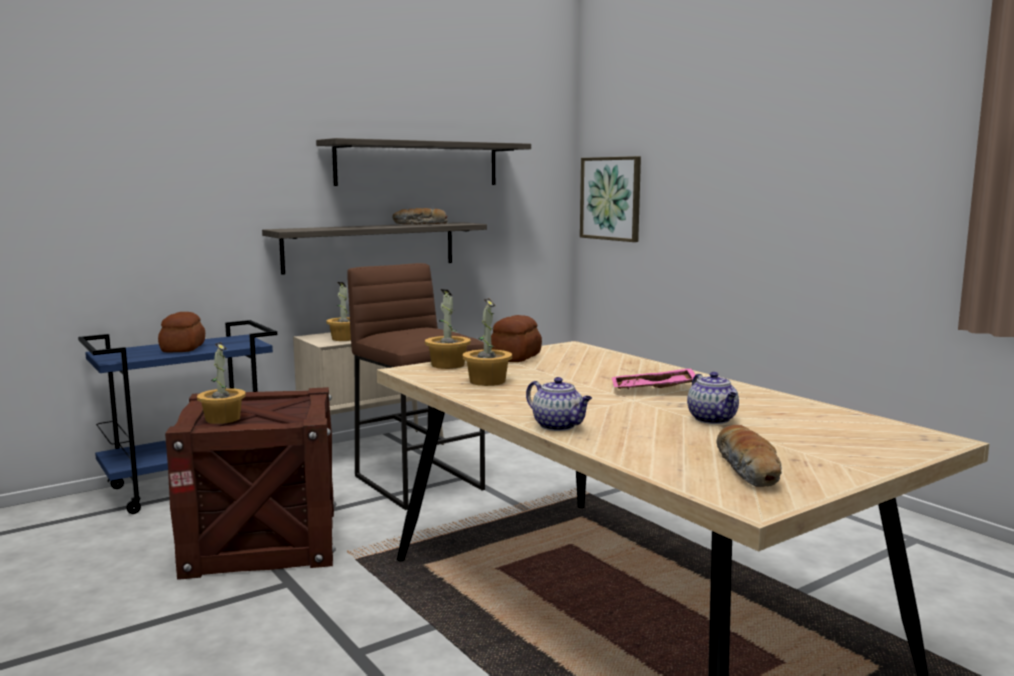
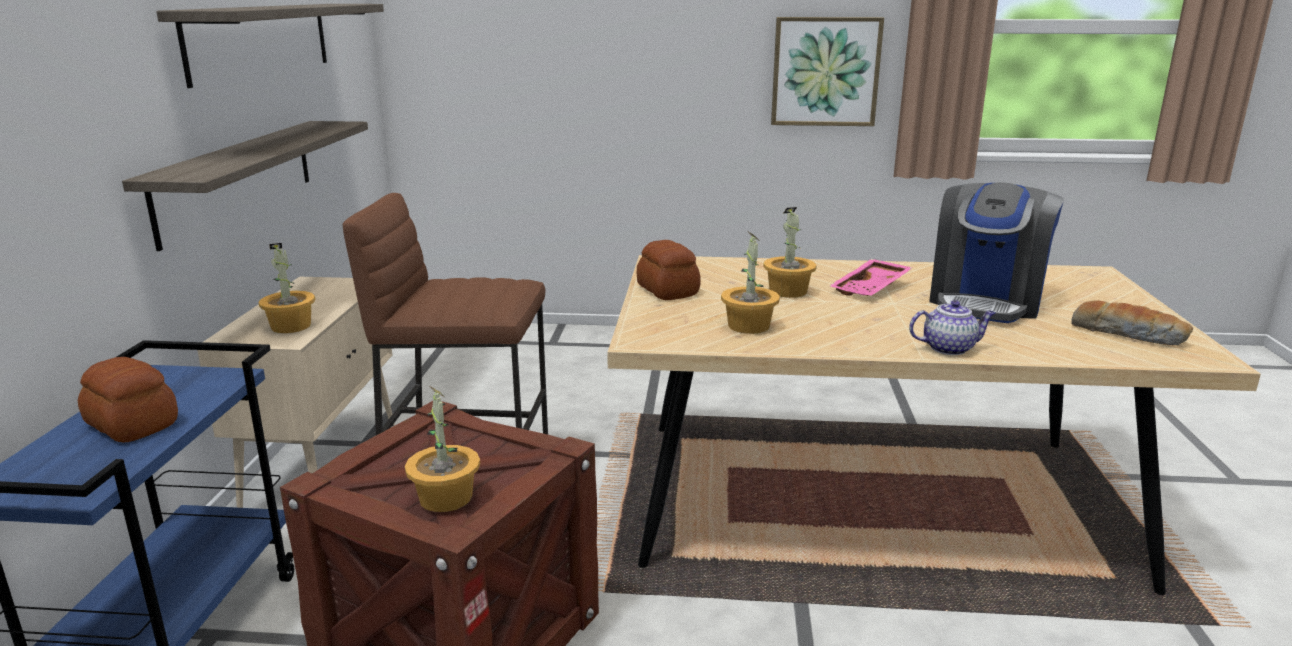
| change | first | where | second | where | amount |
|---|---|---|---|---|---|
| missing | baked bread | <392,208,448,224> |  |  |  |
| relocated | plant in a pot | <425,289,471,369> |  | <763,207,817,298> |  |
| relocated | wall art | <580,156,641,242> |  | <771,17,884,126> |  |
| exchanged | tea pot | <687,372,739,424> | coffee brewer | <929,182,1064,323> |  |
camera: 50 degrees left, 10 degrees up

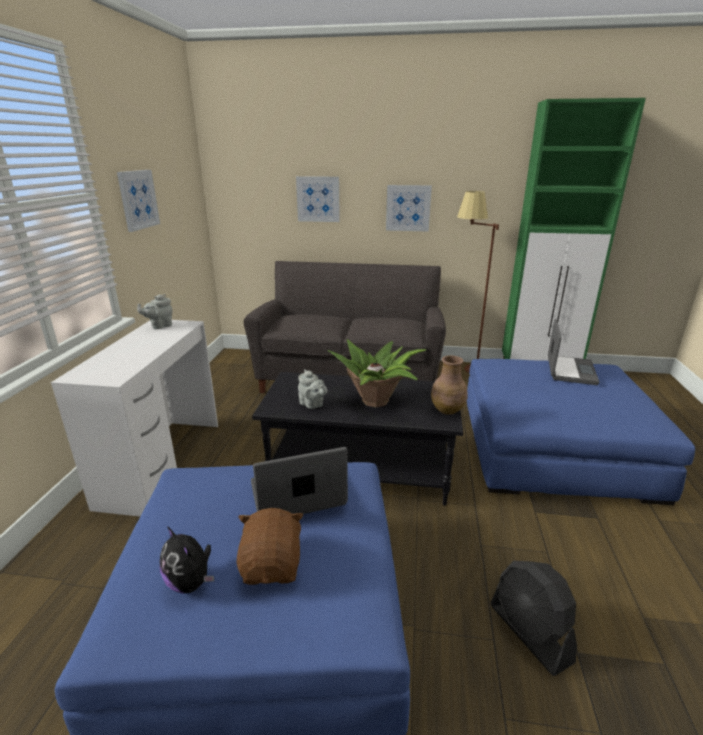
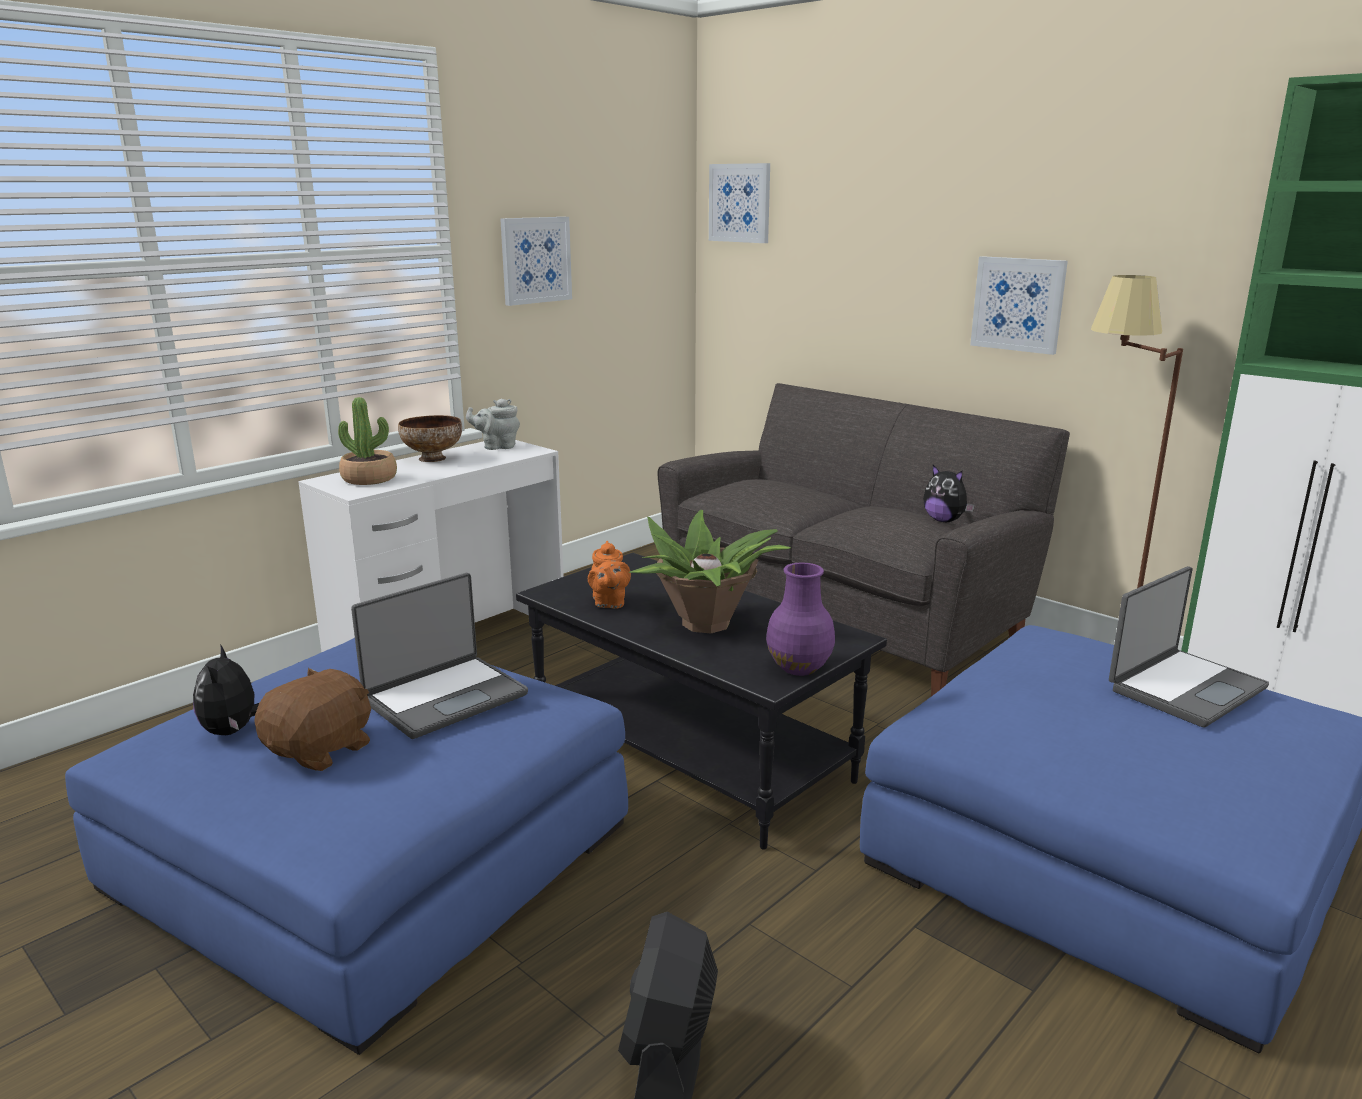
| change | first | where | second | where | amount |
|---|---|---|---|---|---|
| appeared |  |  | plant in a pot | <338,397,397,485> |  |
| appeared |  |  | serving bowl | <398,415,462,462> |  |
| appeared |  |  | plush toy | <923,465,975,522> |  |
| relocated | wall art | <296,176,340,222> |  | <709,163,770,243> |  |
| colour | gray tea pot | <298,369,327,409> | orangey tea pot | <588,541,631,609> |  |
| colour | brown decorative vase | <431,356,467,415> | purple decorative vase | <766,563,835,676> |  |
| spun | laptop | <251,447,348,514> |  | <351,573,528,739> | 120 degrees clockwise |
camera: 35 degrees right, 5 degrees down

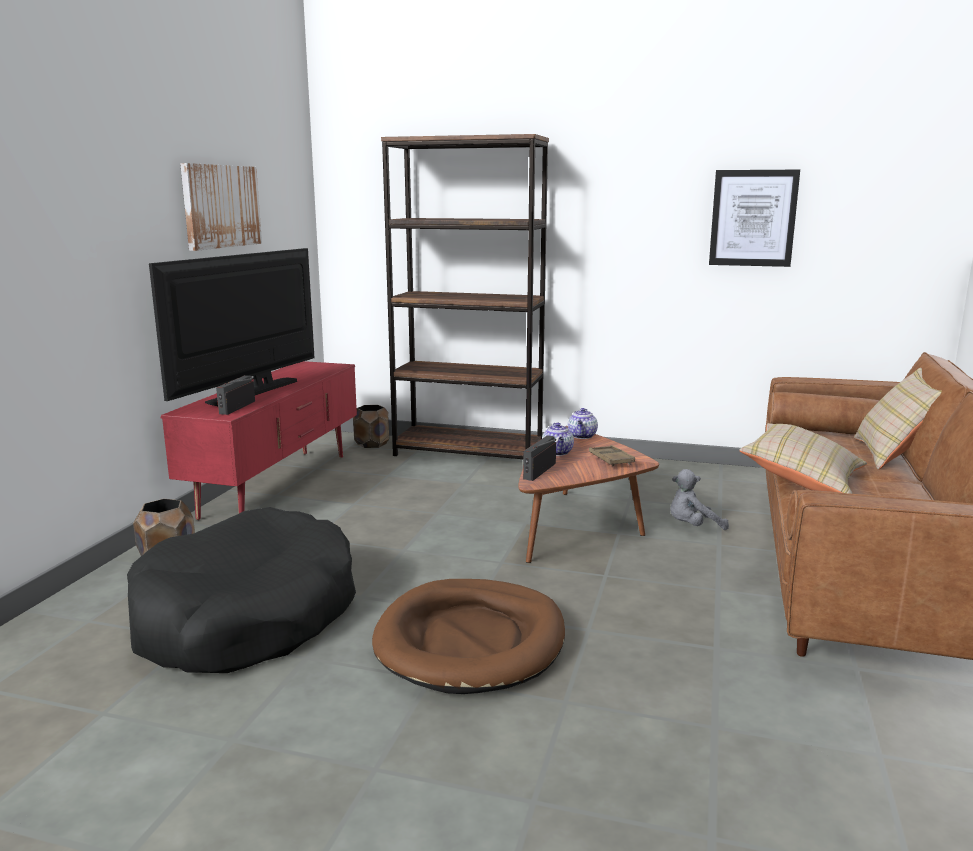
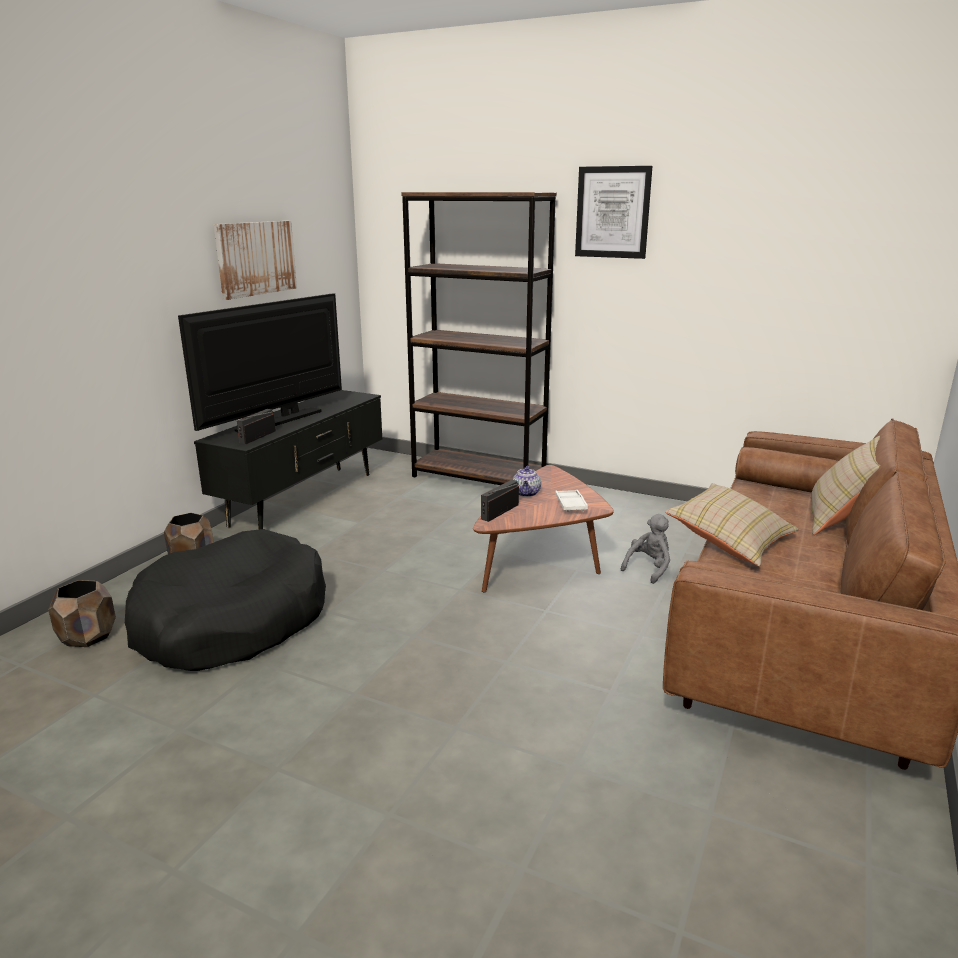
| change | first | where | second | where | amount |
|---|---|---|---|---|---|
| missing | brown dog cushion | <372,579,565,694> |  |  |  |
| missing | tea pot | <568,408,598,439> |  |  |  |
| relocated | brown plant pot | <353,405,389,448> |  | <48,580,116,647> |  |
| relocated | wall art | <709,170,800,267> |  | <575,166,652,259> |  |
| colour | reddish tv stand | <160,361,357,520> | blackish tv stand | <194,390,382,530> |  |
| colour | brown carrying tray | <589,445,635,466> | whitish carrying tray | <555,490,588,512> |  |
| spun | gray plush toy | <670,469,729,530> |  | <621,514,670,584> | 135 degrees clockwise |
camera: 10 degrees right, 5 degrees up

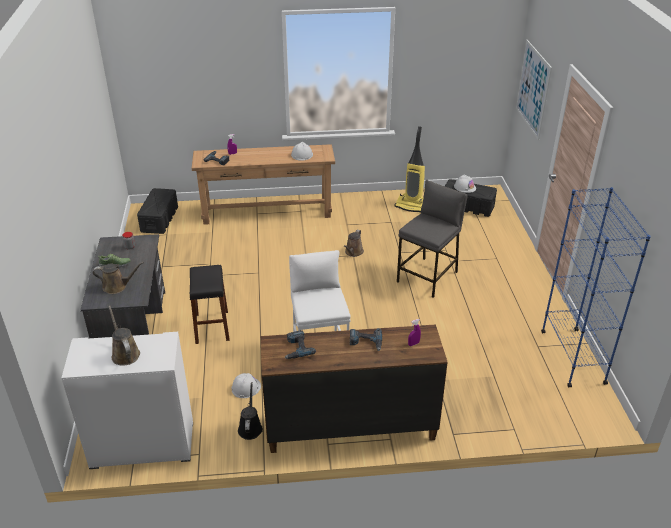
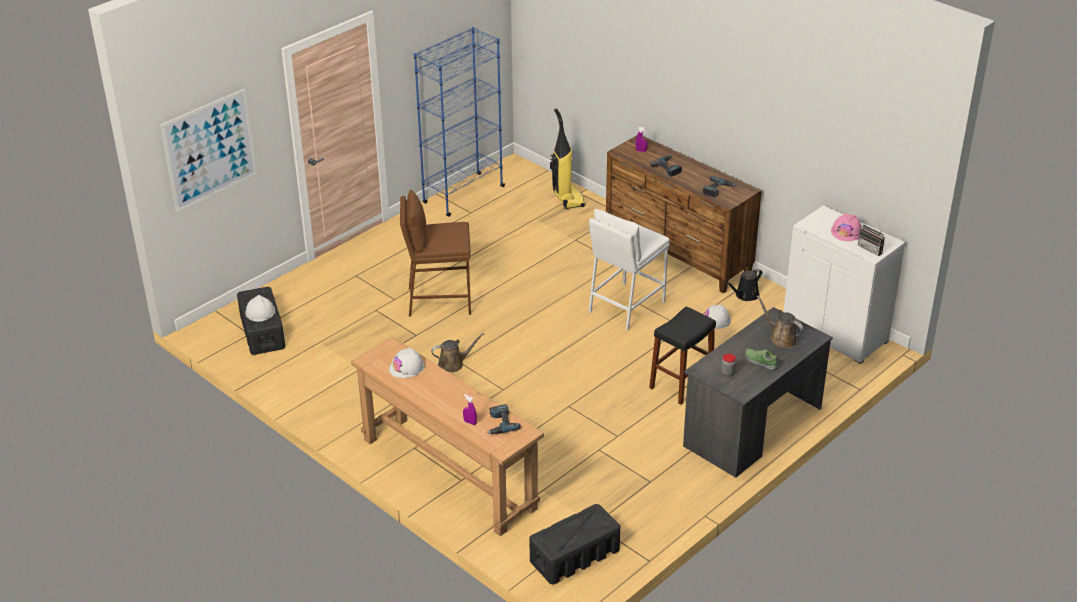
| change | first | where | second | where | amount |
|---|---|---|---|---|---|
| appeared |  |  | radio receiver | <858,221,885,256> |  |
| relocated | hoover | <395,126,425,212> |  | <550,108,585,209> |  |
| exchanged | brown sprinkling can | <108,306,140,366> | pink hard hat | <831,214,862,241> |  |
| colour | gray stool | <397,180,468,298> | brown stool | <400,190,471,317> |  |
camera: 130 degrees left, 0 degrees up

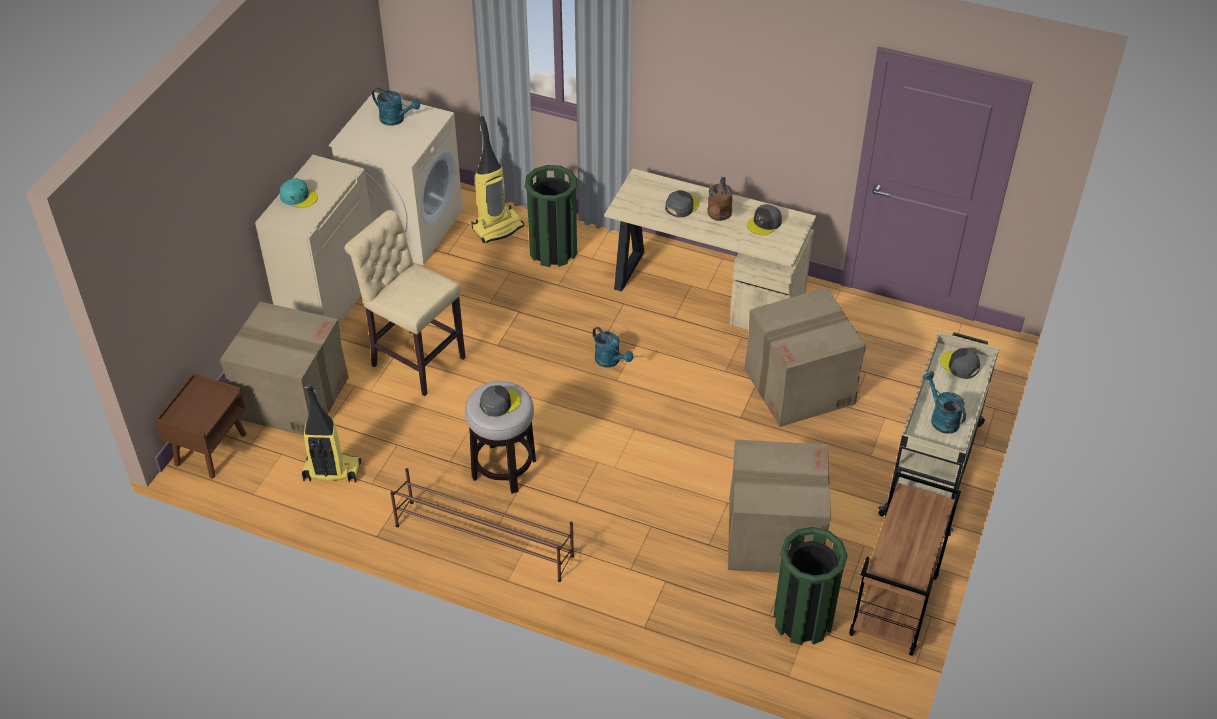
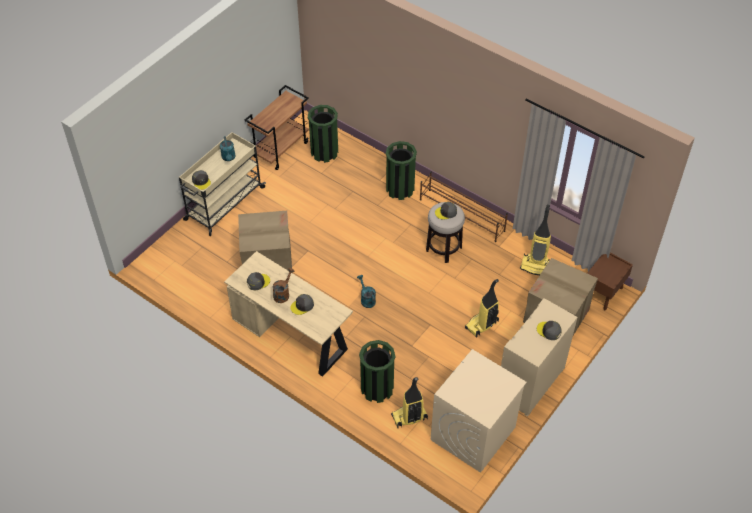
| change | first | where | second | where | amount |
|---|---|---|---|---|---|
| missing | turquoise-coloured sprinkling can | <372,87,420,126> |  |  |  |
| missing | carton | <728,440,831,573> |  |  |  |
| appeared |  |  | green-coloured trash can | <386,141,417,200> |  |
| exchanged | sand-coloured stool | <344,210,466,396> | hoover | <465,279,499,337> |  |
| colour | turquoise-coloured cap | <280,178,318,208> | gray cap | <537,321,562,340> |  |
camera: 165 degrees left, 5 degrees up

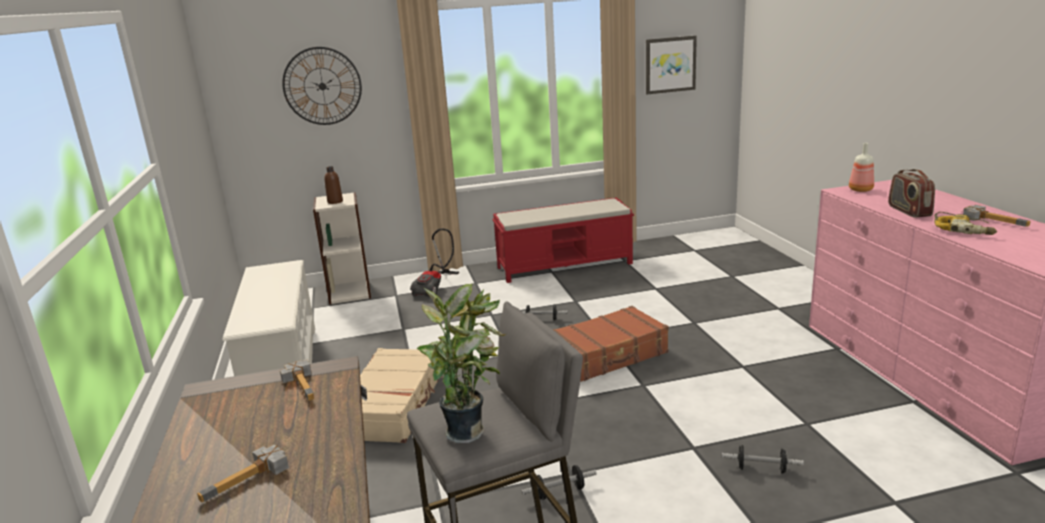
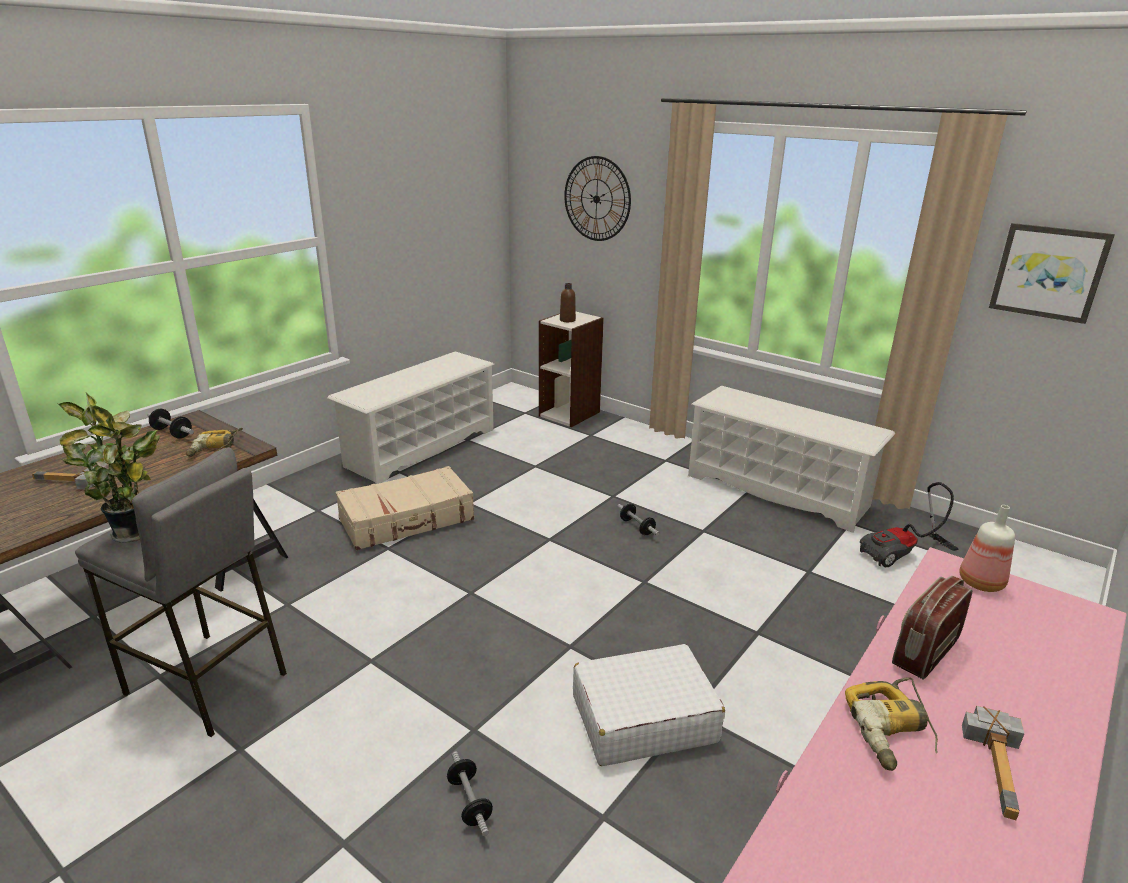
| change | first | where | second | where | amount |
|---|---|---|---|---|---|
| missing | brown suitcase | <553,306,669,382> |  |  |  |
| appeared |  |  | whitish suitcase | <573,644,725,766> |  |
| relocated | hoover | <410,229,459,298> |  | <860,482,959,567> |  |
| relocated | free weight | <521,465,597,500> |  | <147,409,194,439> |  |
| exchanged | tool hammer | <280,360,315,401> | drill | <186,428,243,457> |  |
| exchanged | reddish long seat | <492,198,634,283> | whitish shoe rack | <688,386,895,533> |  |
camera: 50 degrees right, 5 degrees up

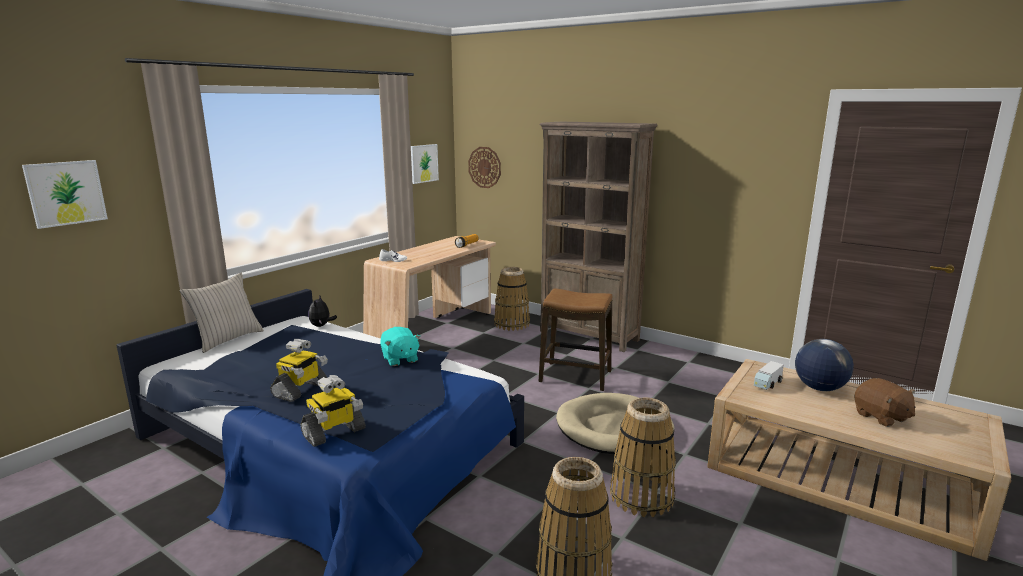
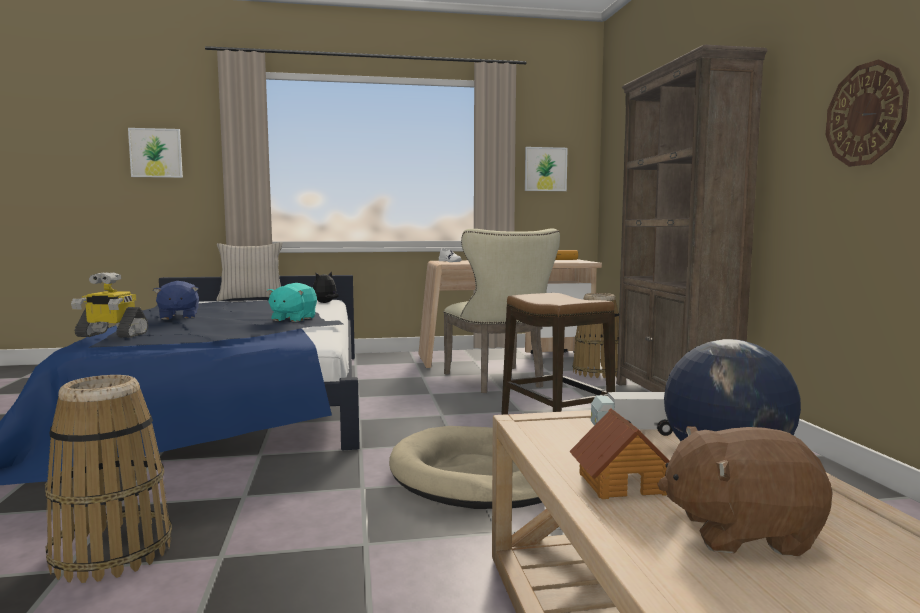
| change | first | where | second | where | amount |
|---|---|---|---|---|---|
| missing | household basket | <610,397,676,517> |  |  |  |
| appeared |  |  | sand-coloured plain chair | <444,228,560,393> |  |
| appeared |  |  | toy house | <569,409,670,499> |  |
| relocated | clock on the wall | <468,147,501,188> |  | <826,59,909,167> |  |
| exchanged | robot figure | <270,339,328,402> | blue plush toy | <153,281,199,320> |  |
| spun | brown plush toy | <854,378,916,427> |  | <657,426,833,556> | 75 degrees clockwise |
camera: 45 degrees right, 10 degrees down

